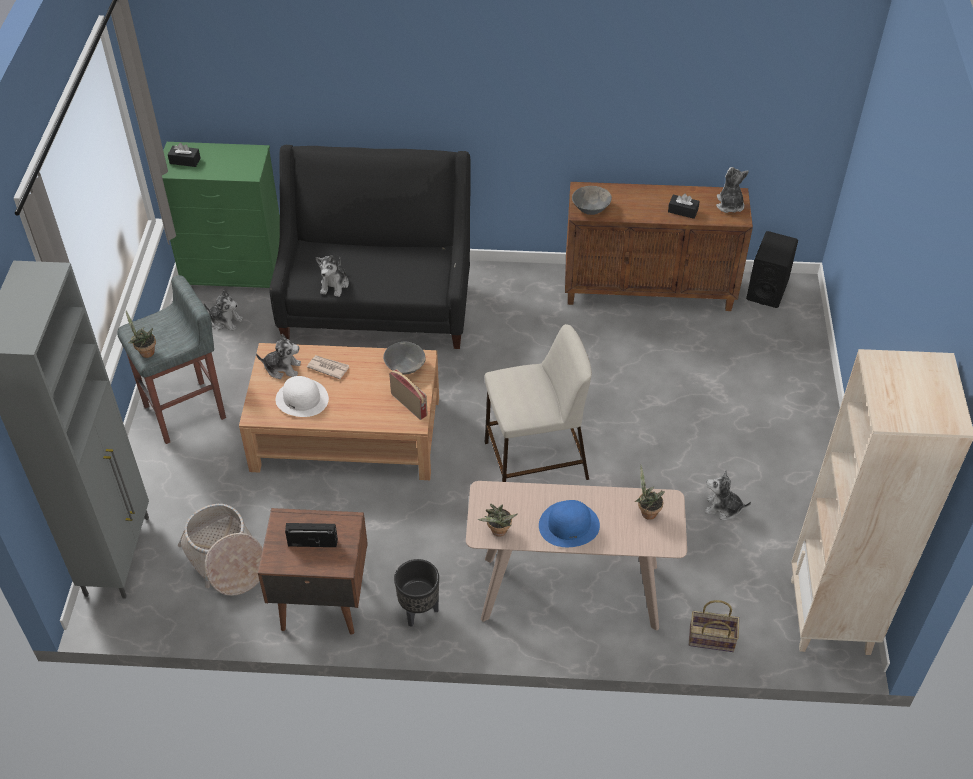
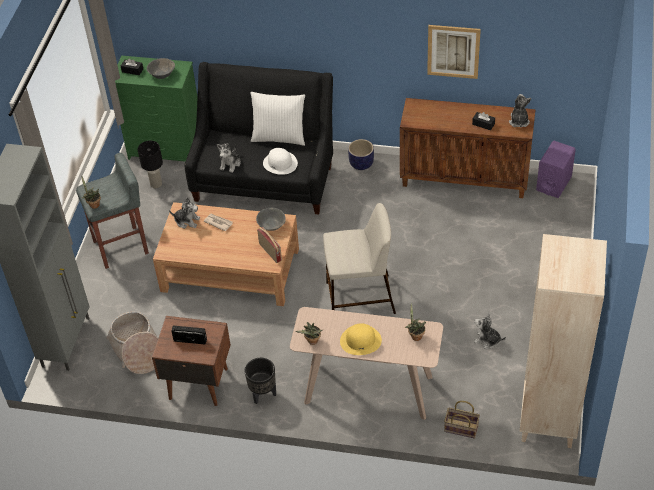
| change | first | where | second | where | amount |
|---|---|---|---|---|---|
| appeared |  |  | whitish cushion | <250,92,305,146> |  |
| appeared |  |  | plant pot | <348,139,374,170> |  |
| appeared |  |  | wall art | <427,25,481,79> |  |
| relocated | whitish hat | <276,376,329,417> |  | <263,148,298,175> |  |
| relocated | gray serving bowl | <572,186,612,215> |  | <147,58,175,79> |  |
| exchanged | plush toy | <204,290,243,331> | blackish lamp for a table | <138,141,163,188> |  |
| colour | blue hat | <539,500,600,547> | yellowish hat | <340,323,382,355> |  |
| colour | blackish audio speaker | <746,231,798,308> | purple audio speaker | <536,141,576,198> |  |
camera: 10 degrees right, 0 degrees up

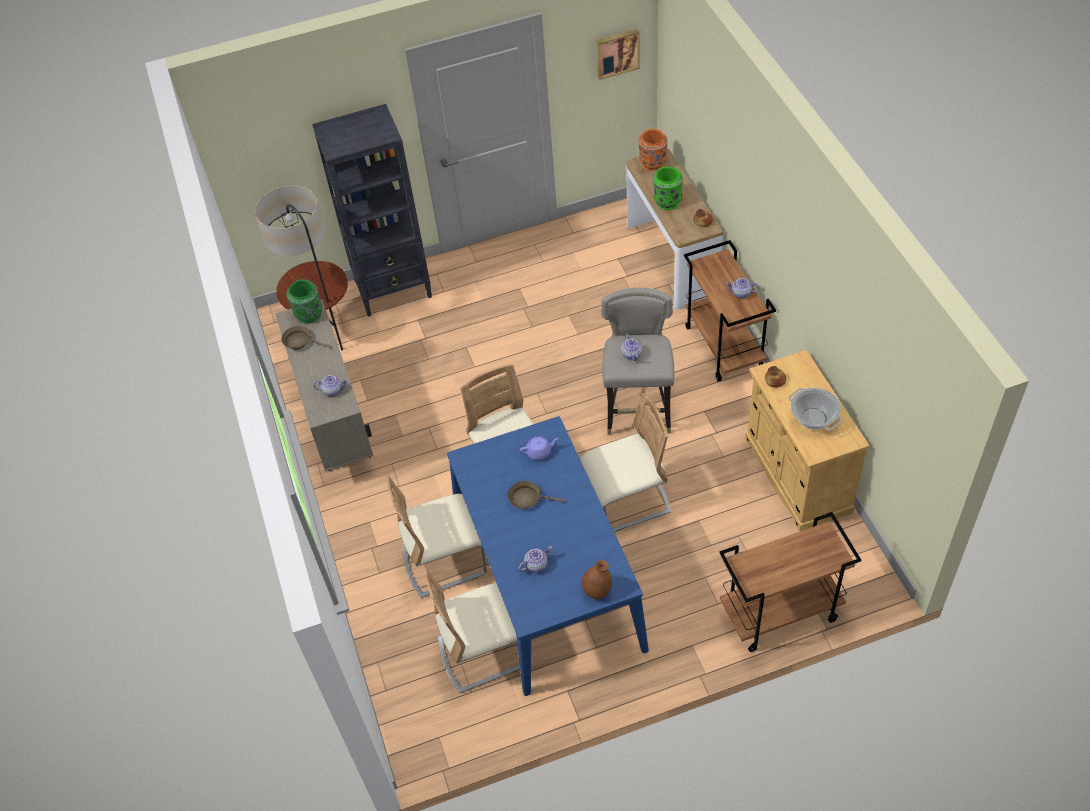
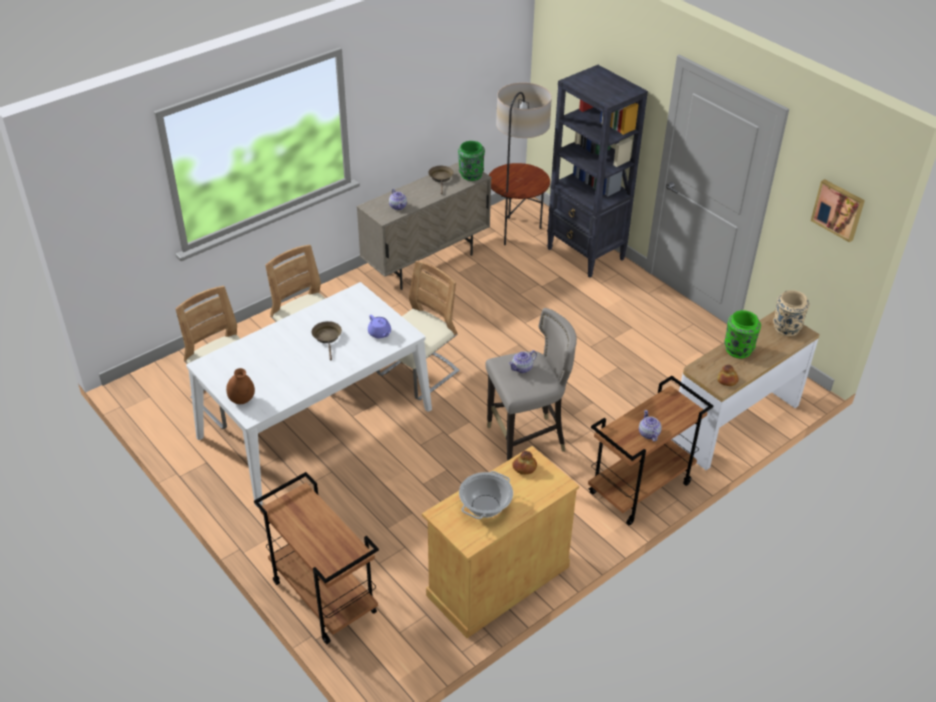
| change | first | where | second | where | amount |
|---|---|---|---|---|---|
| missing | tea pot | <519,546,552,573> |  |  |  |
| missing | sand-coloured plain chair | <580,392,671,532> |  |  |  |
| colour | blue dining table | <447,416,649,696> | whitish dining table | <186,282,432,506> |  |
| colour | orangey decorative vase | <638,129,667,171> | sand-coloured decorative vase | <773,290,810,336> |  |
camera: 65 degrees right, 10 degrees down

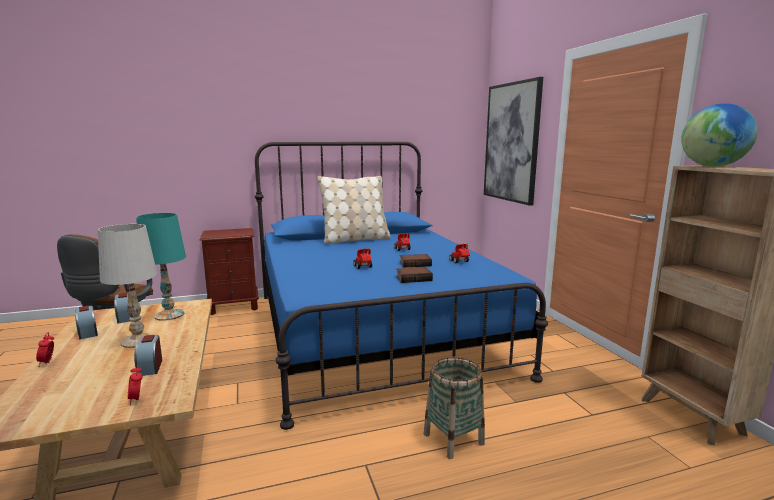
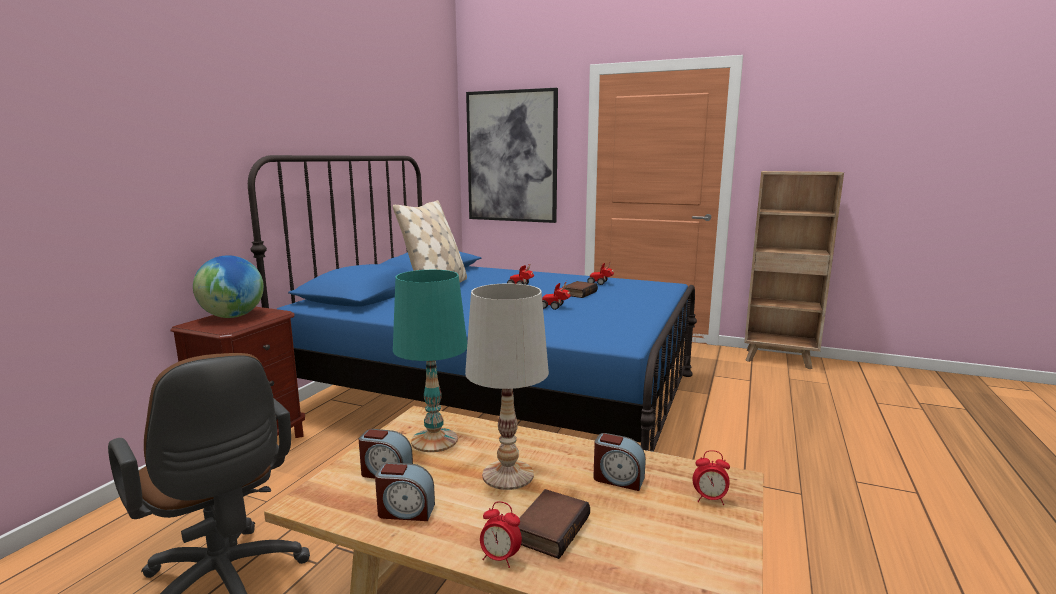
| change | first | where | second | where | amount |
|---|---|---|---|---|---|
| missing | household basket | <424,356,485,459> |  |  |  |
| relocated | book | <396,267,433,283> |  | <518,489,590,559> |  |
| relocated | world globe | <681,103,758,167> |  | <193,255,264,318> |  |
camera: 50 degrees left, 0 degrees up

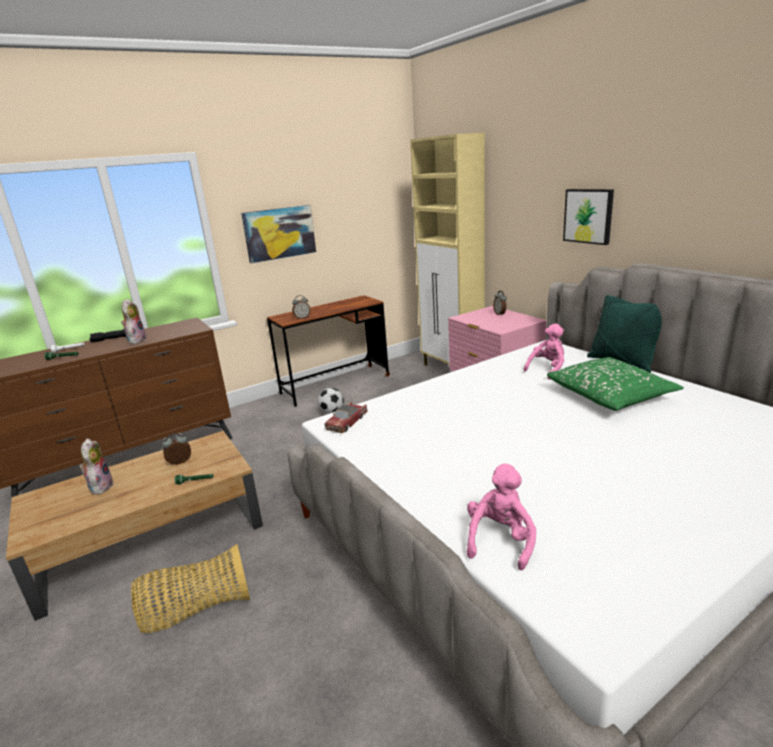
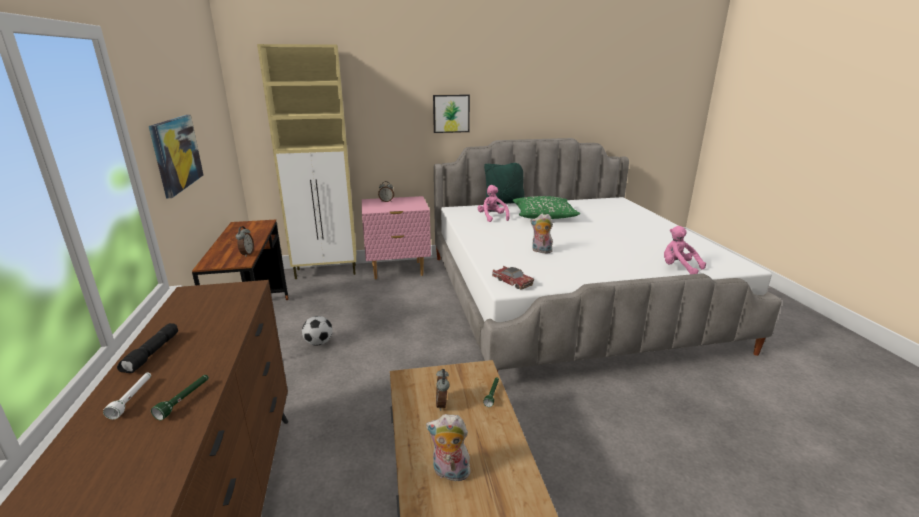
| change | first | where | second | where | amount |
|---|---|---|---|---|---|
| missing | household basket | <131,544,250,633> |  |  |  |
| relocated | plush toy | <121,299,147,344> |  | <530,214,553,253> |  |
camera: 70 degrees left, 0 degrees up

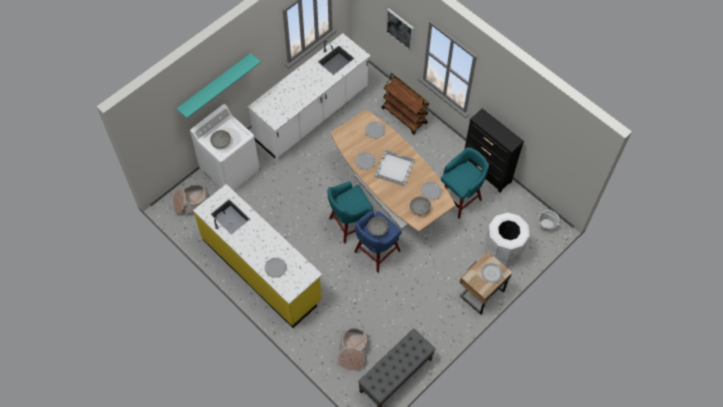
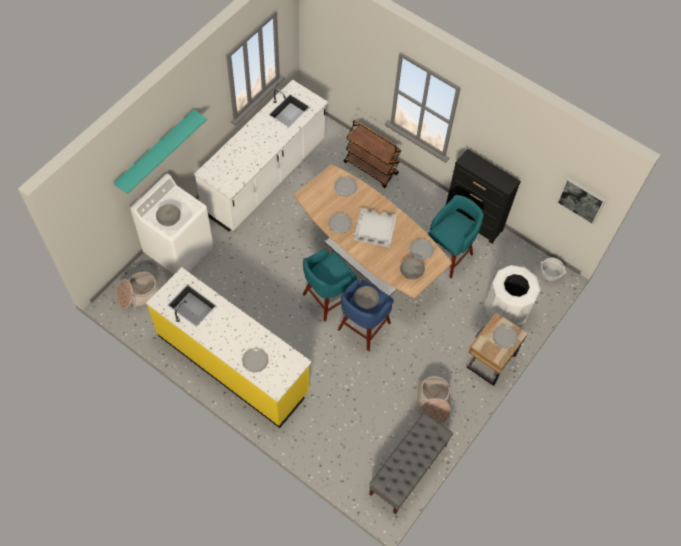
| change | first | where | second | where | amount |
|---|---|---|---|---|---|
| relocated | household basket | <338,328,370,371> |  | <417,376,451,424> |  |
| relocated | wall art | <386,8,414,51> |  | <556,177,606,225> |  |
camera: 10 degrees left, 0 degrees up

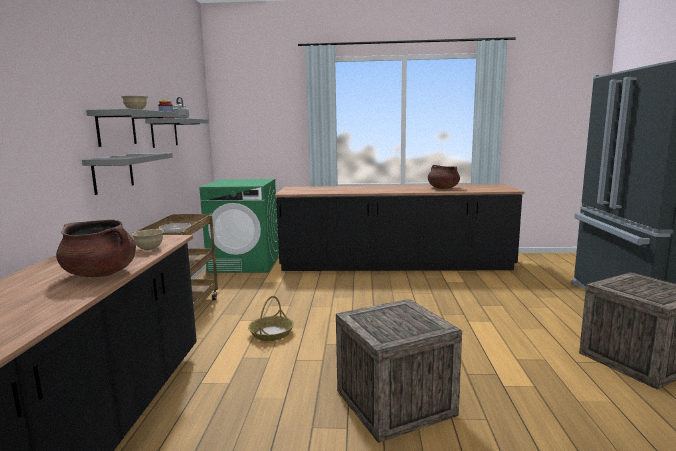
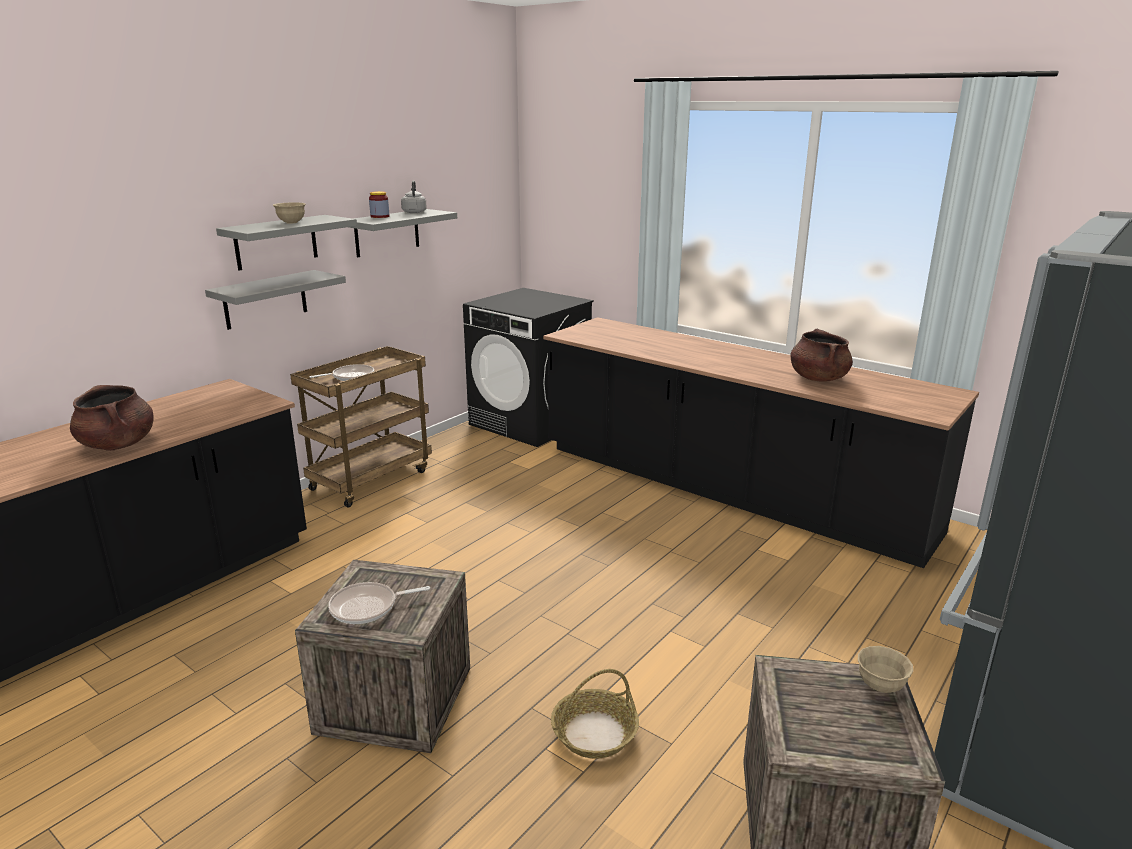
| change | first | where | second | where | amount |
|---|---|---|---|---|---|
| appeared |  |  | frying pan | <328,582,430,624> |  |
| relocated | sand-coloured serving bowl | <131,229,164,251> |  | <858,646,913,693> |  |
| relocated | household basket | <248,296,294,341> |  | <551,669,639,759> |  |
| colour | green-coloured laundry machine | <199,179,279,273> | blackish laundry machine | <463,288,594,447> |  |
camera: 35 degrees right, 10 degrees up

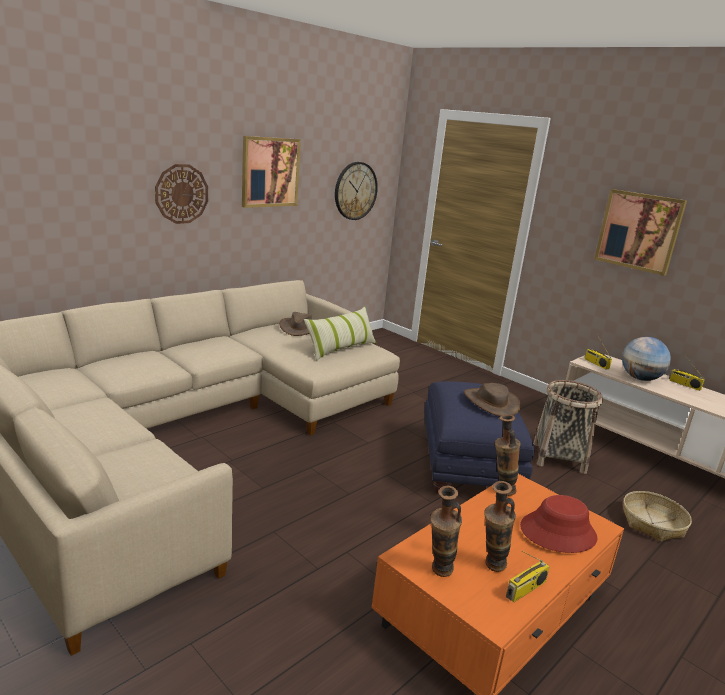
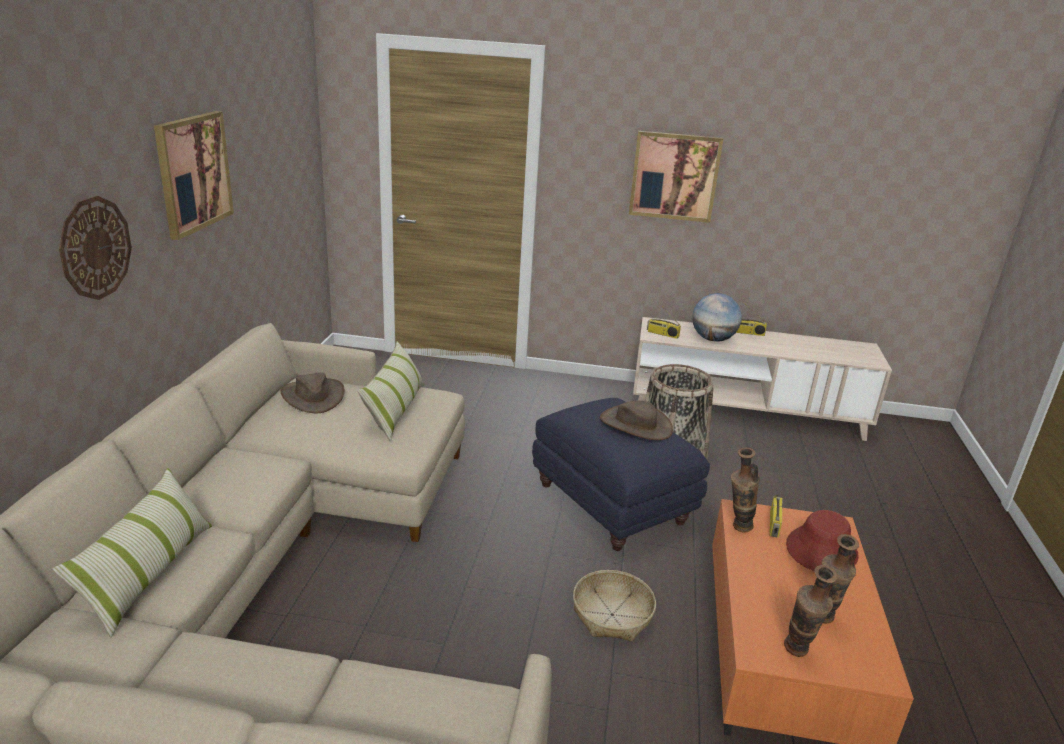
| change | first | where | second | where | amount |
|---|---|---|---|---|---|
| missing | clock on the wall | <335,162,378,220> |  |  |  |
| appeared |  |  | cushion | <52,468,212,638> |  |
| relocated | radio receiver | <506,551,550,602> |  | <769,494,783,538> |  |
| relocated | household basket | <623,491,692,542> |  | <573,570,656,641> |  |
camera: 35 degrees left, 5 degrees up

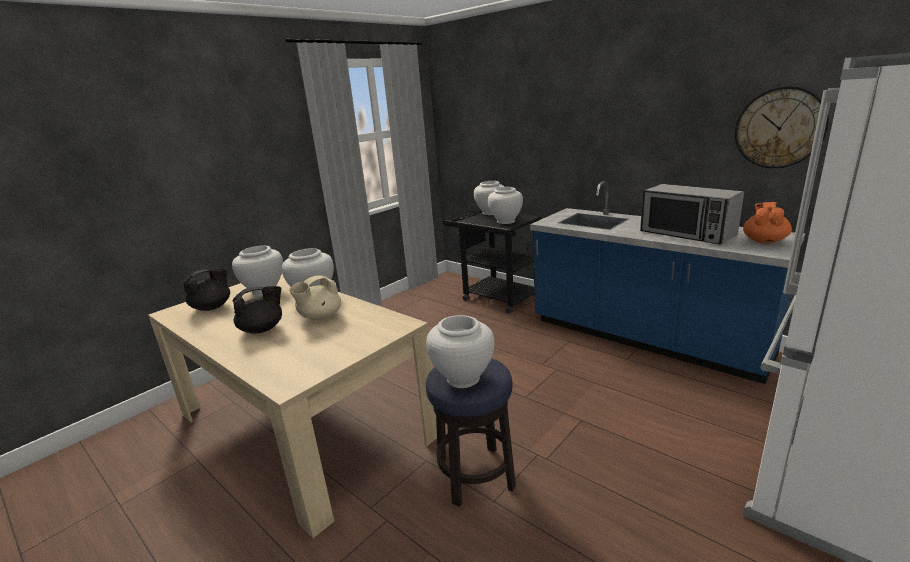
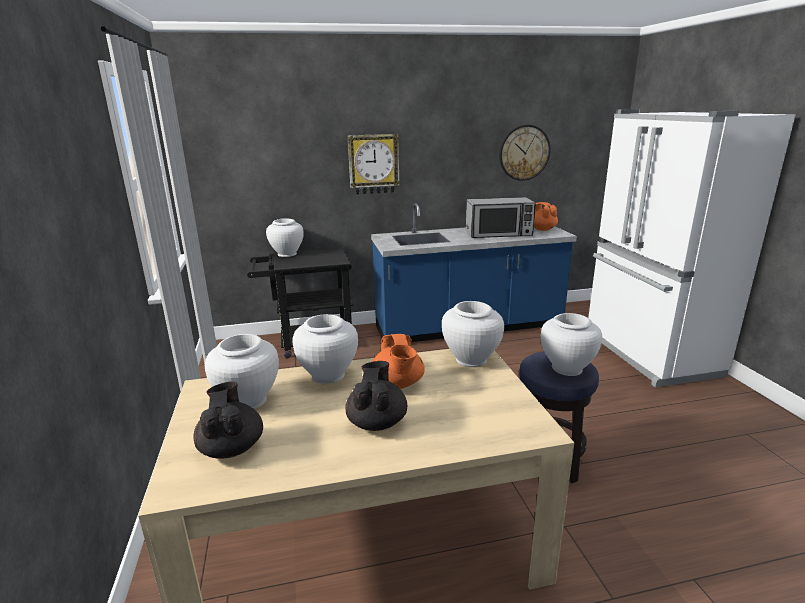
| change | first | where | second | where | amount |
|---|---|---|---|---|---|
| appeared |  |  | clock on the wall | <348,134,400,195> |  |
| relocated | whitish decorative vase | <488,187,523,224> |  | <442,301,504,367> |  |
| colour | sand-coloured tea pot | <289,275,341,321> | orangey tea pot | <372,334,425,389> |  |
camera: 55 degrees left, 0 degrees up

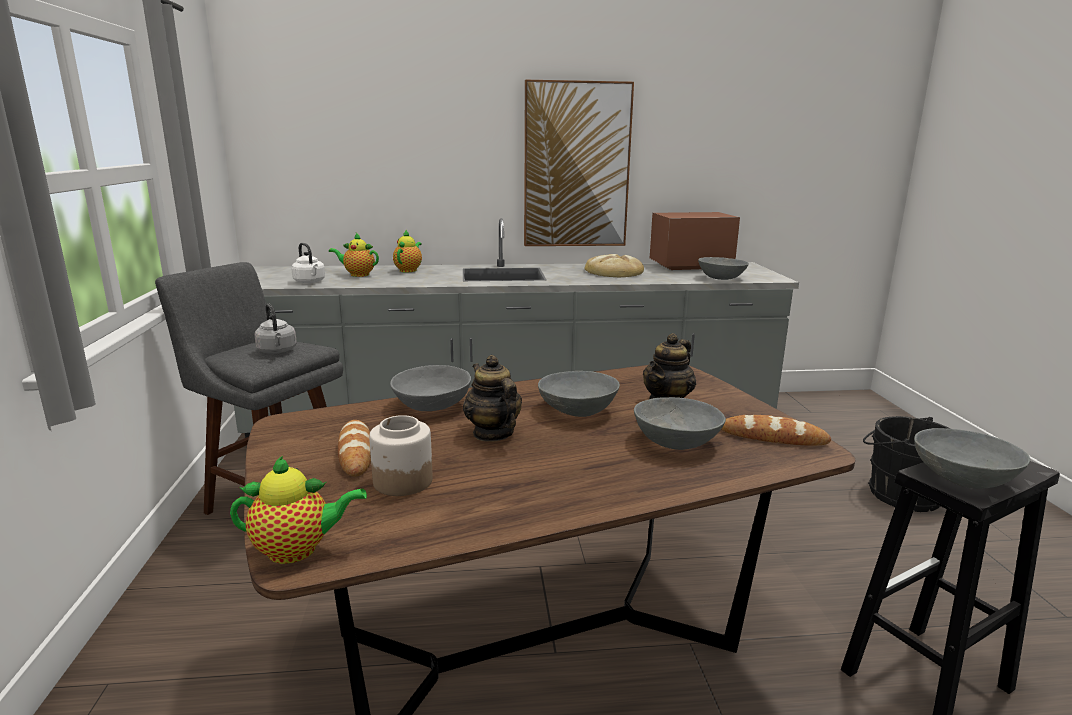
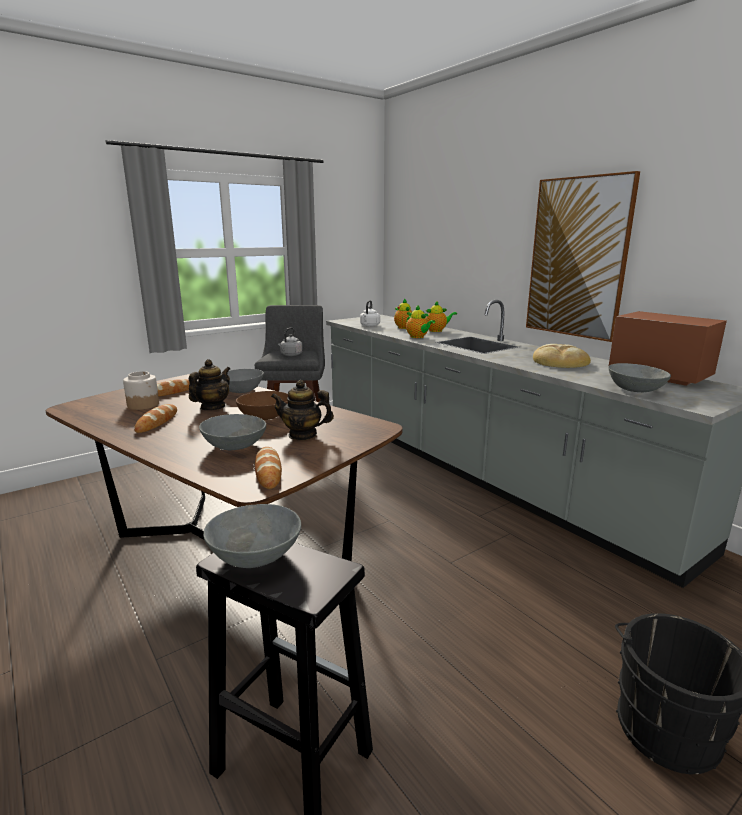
| change | first | where | second | where | amount |
|---|---|---|---|---|---|
| appeared |  |  | baked bread | <134,404,177,433> |  |
| relocated | tea pot | <230,456,367,564> |  | <406,305,435,338> |  |
| colour | gray serving bowl | <538,371,620,417> | brown serving bowl | <236,391,288,420> |  |
camera: 60 degrees right, 0 degrees up

